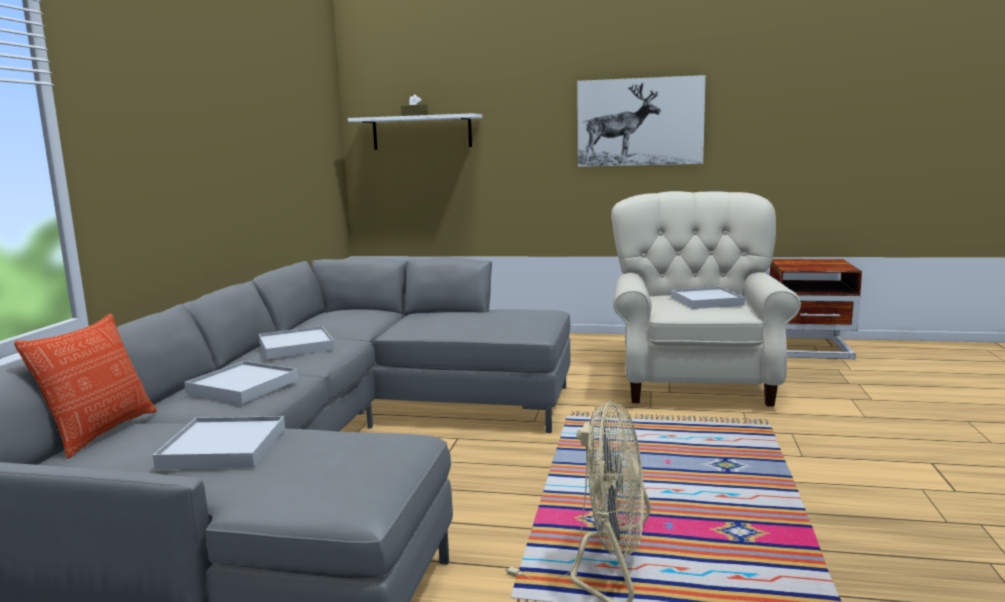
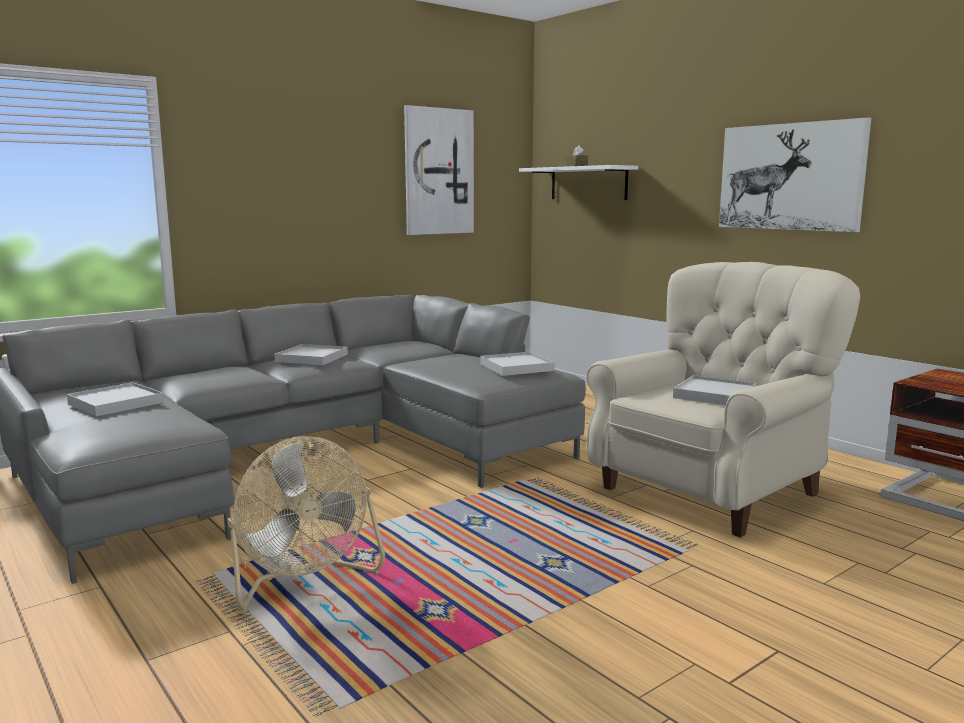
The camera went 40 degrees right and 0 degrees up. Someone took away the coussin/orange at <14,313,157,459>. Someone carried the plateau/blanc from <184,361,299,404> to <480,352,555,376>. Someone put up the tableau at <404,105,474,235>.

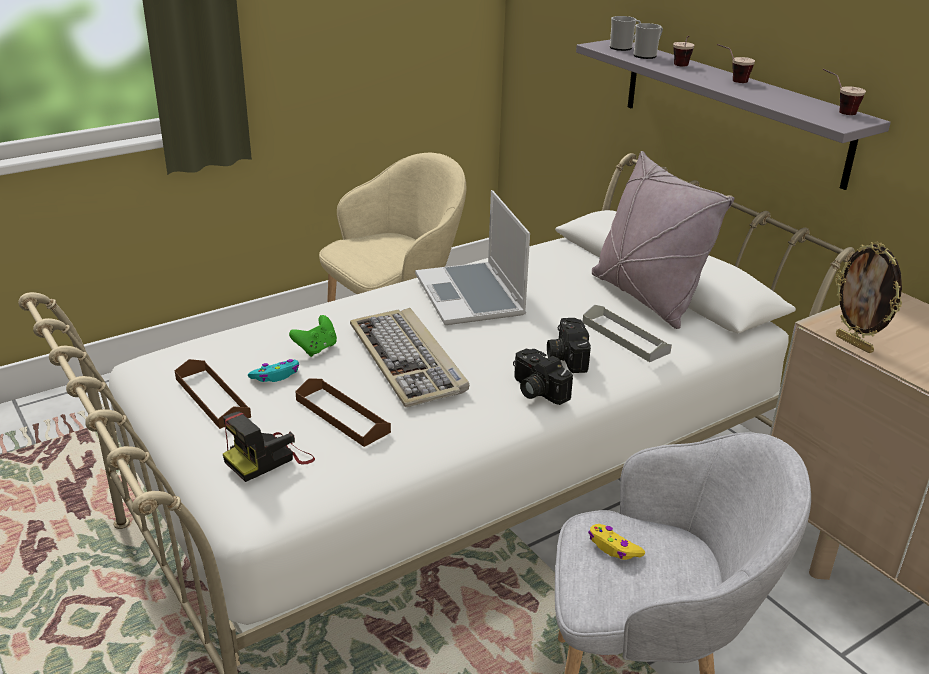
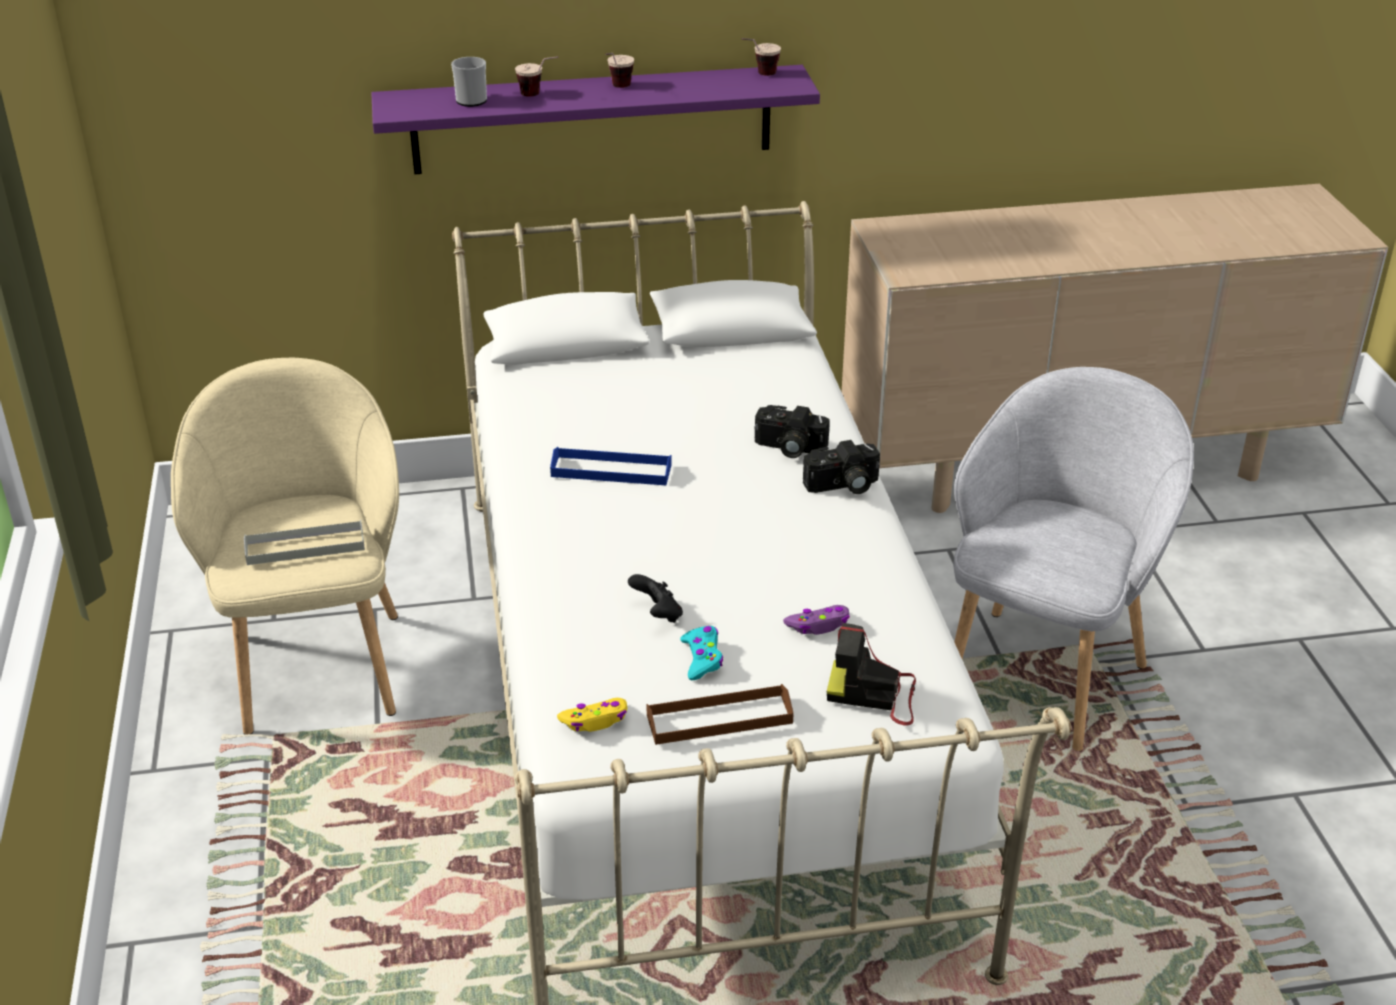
The camera went 65 degrees left and 5 degrees up. Someone rotated the appareil photo at <223,412,315,482> by 120 degrees clockwise. Someone repainted the manette/vert at <289,315,337,357>, which became the manette/noir at <628,574,683,623>. Someone swapped the plateau/marron at <295,378,391,447> for the manette/violet at <783,605,850,635>. Someone took away the clavier at <350,308,469,407>. Someone swapped the ordinateur portable at <415,190,530,325> for the plateau/bleu at <550,447,672,485>. Someone repainted the étagère/gris at <576,40,891,190>, which became the étagère/violet at <371,65,820,174>. Someone carried the plateau/gris from <583,305,672,362> to <244,520,365,565>. Someone carried the manette/jaune from <588,524,645,560> to <557,698,627,732>. Someone took away the coussin/violet at <592,151,735,329>. Someone took away the mug at <610,16,641,51>. Someone took away the cadre photo at <835,241,902,353>.

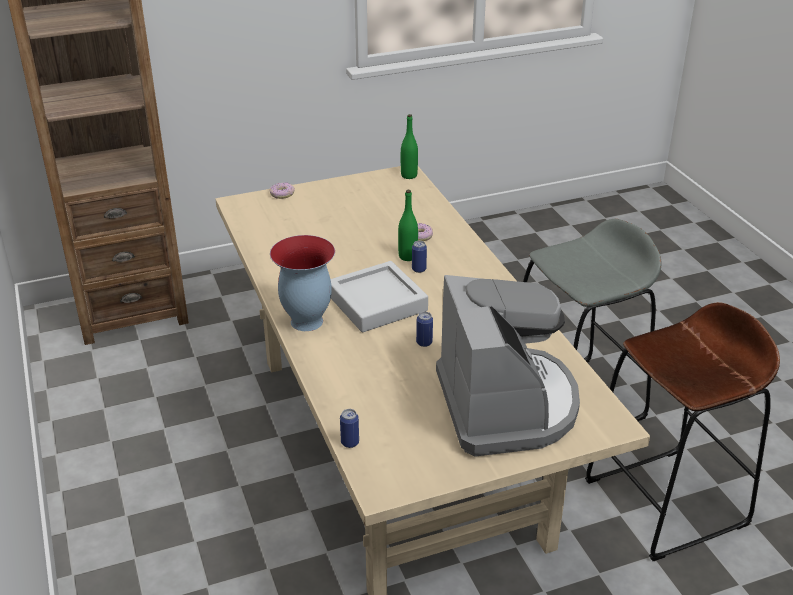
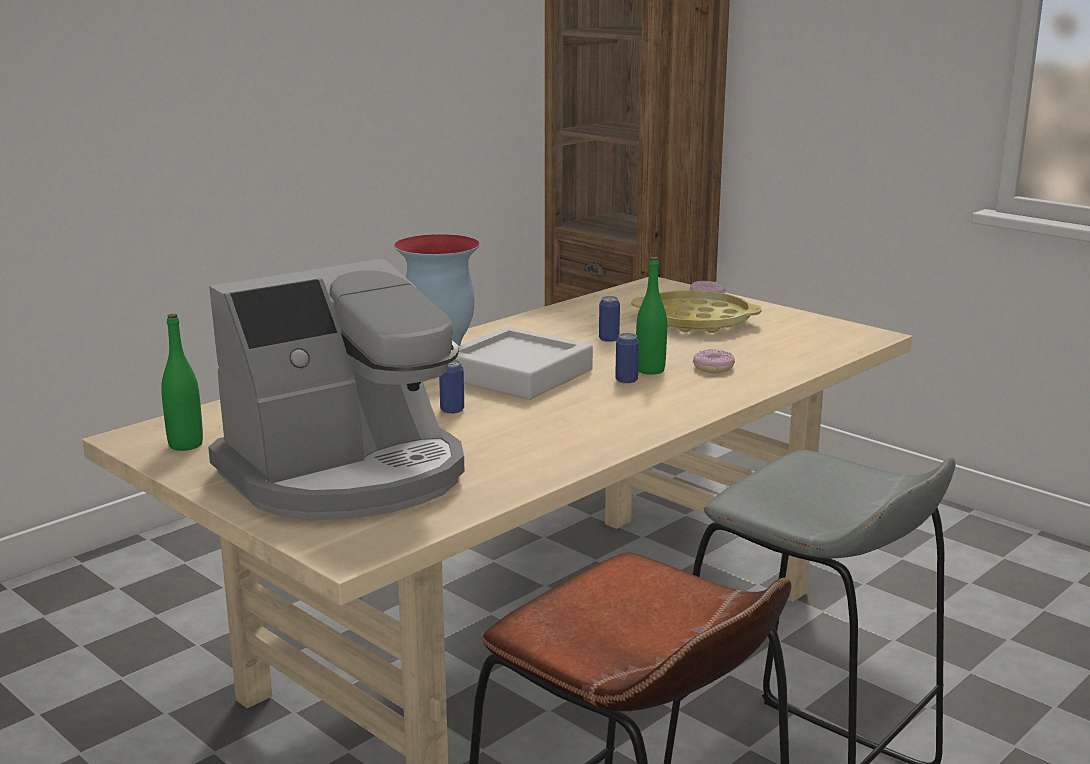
The camera went 65 degrees right and 15 degrees down. Someone carried the boîte métallique from <340,409,359,448> to <599,296,620,342>. Someone carried the bouteille/vert from <401,114,418,179> to <161,314,203,451>. Someone put down the plateau/jaune at <631,290,762,333>.

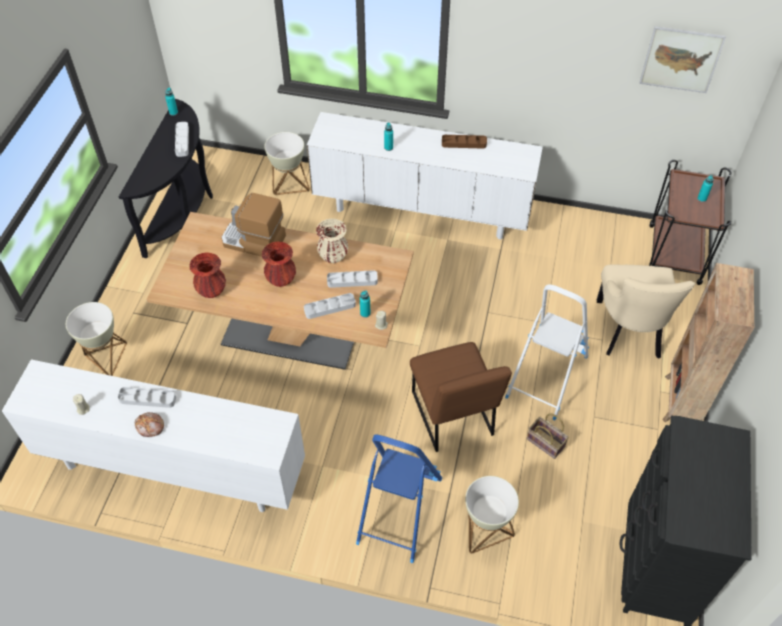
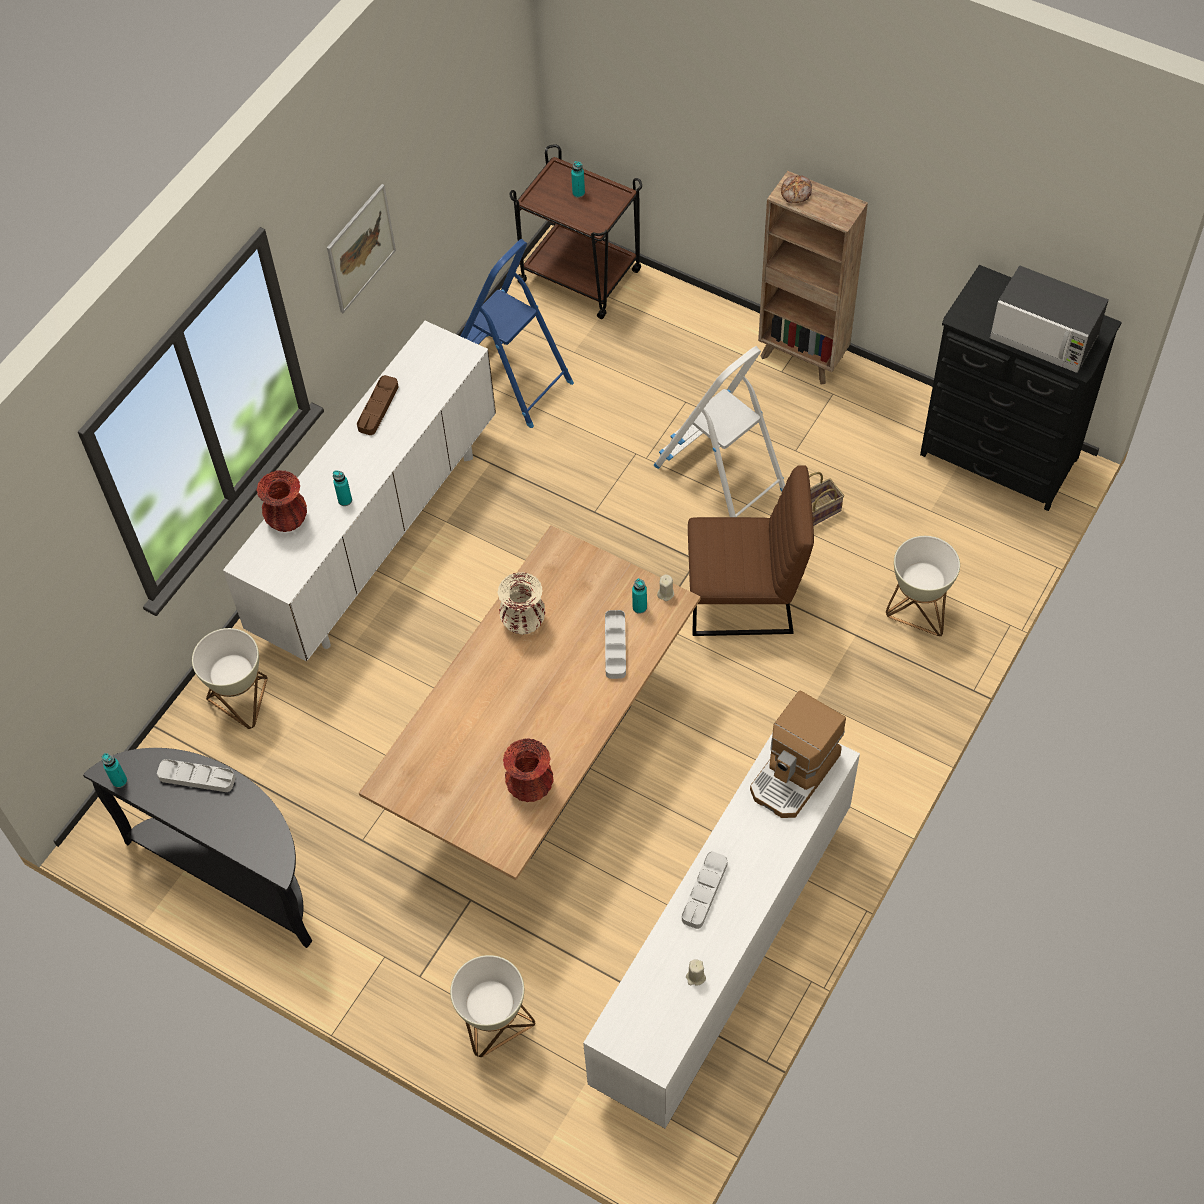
The camera went 70 degrees left and 5 degrees up. Someone carried the pain from <135,412,164,437> to <781,175,812,203>. Someone carried the machine à café from <221,193,286,257> to <750,691,846,818>. Someone carried the vase/rouge from <261,241,296,287> to <257,470,307,532>. Someone took away the plateau/gris at <327,270,378,288>. Someone carried the escabeau/bleu from <356,434,442,563> to <461,239,574,428>. Someone took away the chaise/beige at <597,264,695,359>. Someone carried the tableau from <639,26,726,93> to <327,184,396,313>. Someone put down the micro-ondes at <990,265,1109,373>.

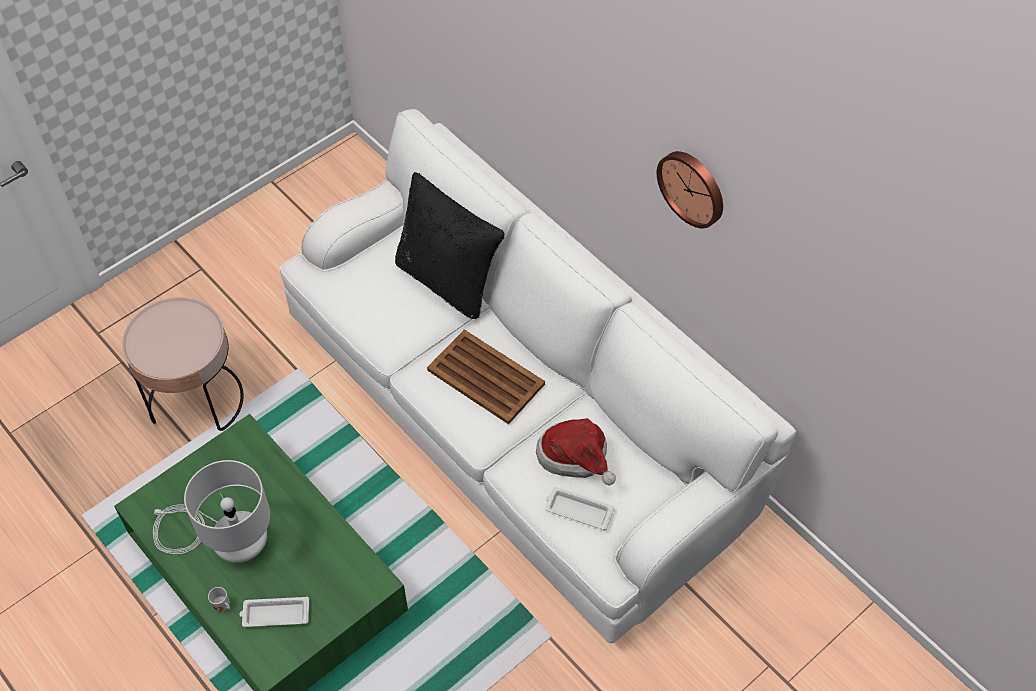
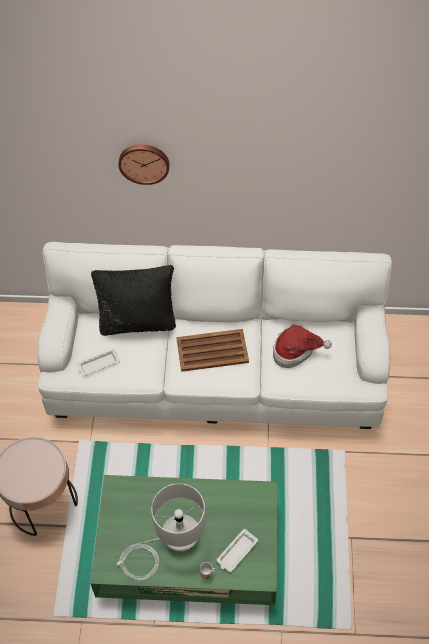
The camera went 45 degrees left and 0 degrees up. Someone carried the plateau/blanc from <545,487,614,530> to <77,348,120,376>. Someone carried the horloge murale from <657,151,723,228> to <118,144,170,185>.

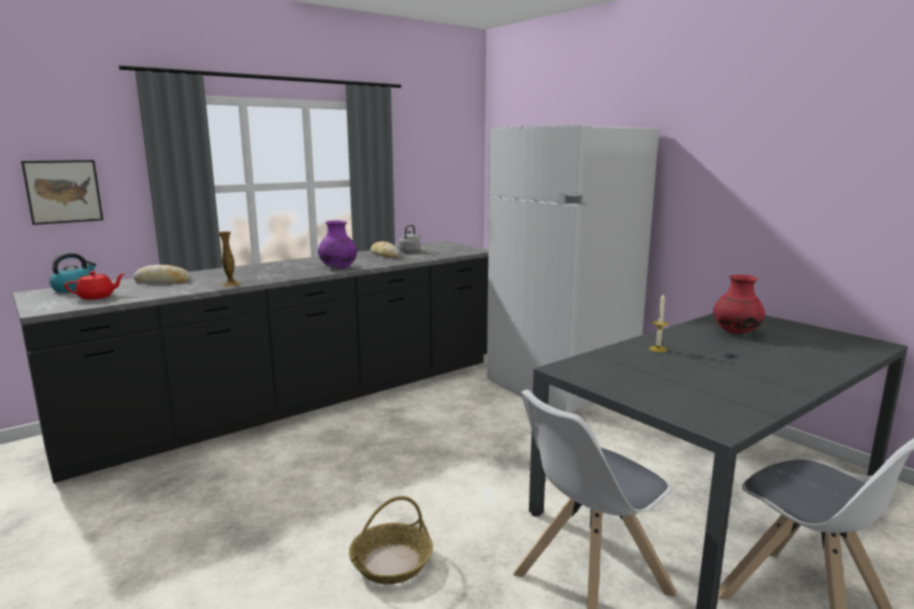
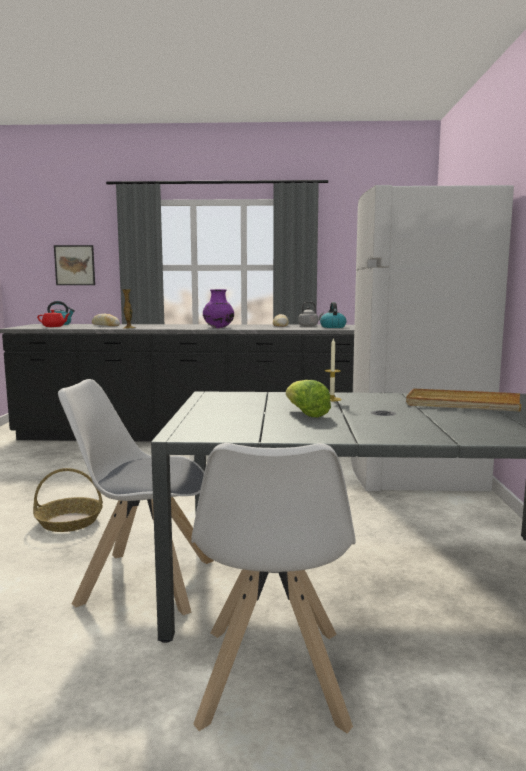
The camera went 40 degrees right and 5 degrees down. Someone swapped the vase/rouge at <713,275,765,334> for the plateau/beige at <406,388,521,411>. Someone put down the laitue at <286,380,331,417>. Someone put down the bouilloire at <320,302,347,328>.

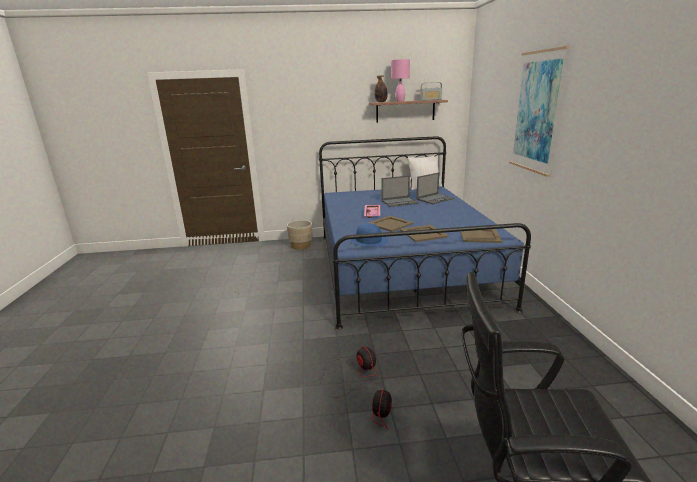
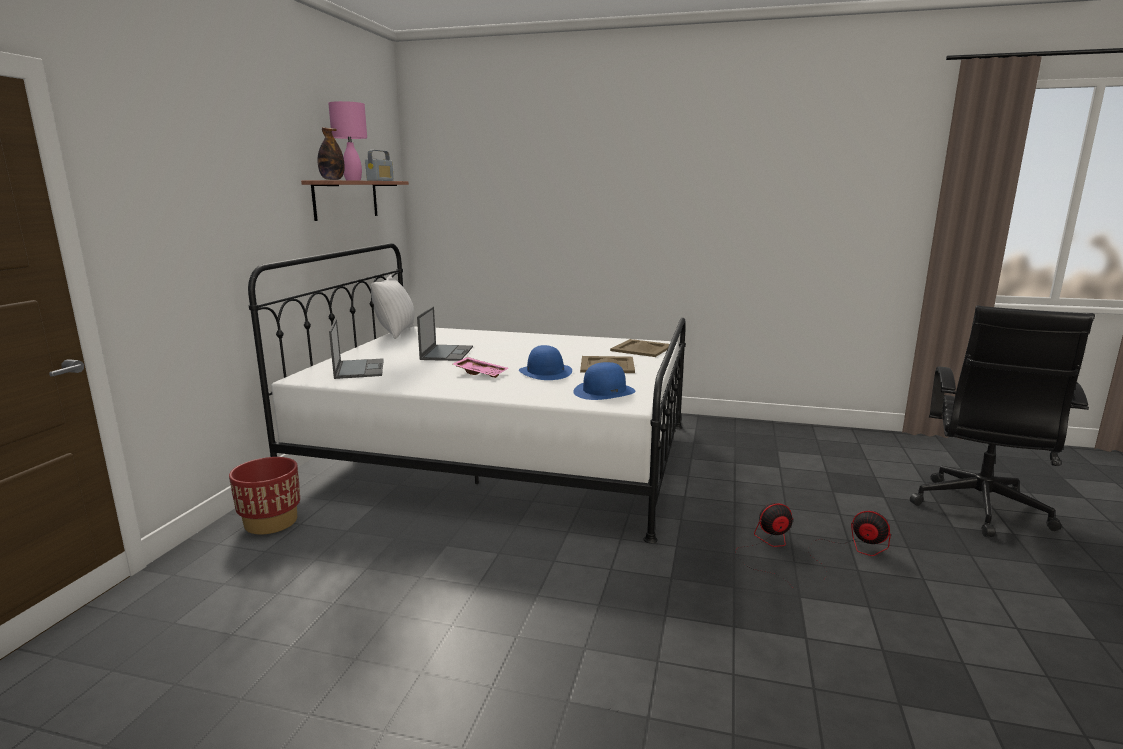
The camera went 70 degrees left and 5 degrees down. Someone repainted the cache-pot/beige at <287,220,312,250>, which became the cache-pot/rouge at <229,457,300,534>. Someone repainted the lit/bleu at <319,136,531,330>, which became the lit/blanc at <248,243,686,543>. Someone swapped the plateau/beige at <369,216,414,232> for the chapeau/bleu at <519,345,572,380>. Someone carried the ordinateur portable from <417,173,454,204> to <329,319,384,379>. Someone took away the tableau at <509,46,570,177>.

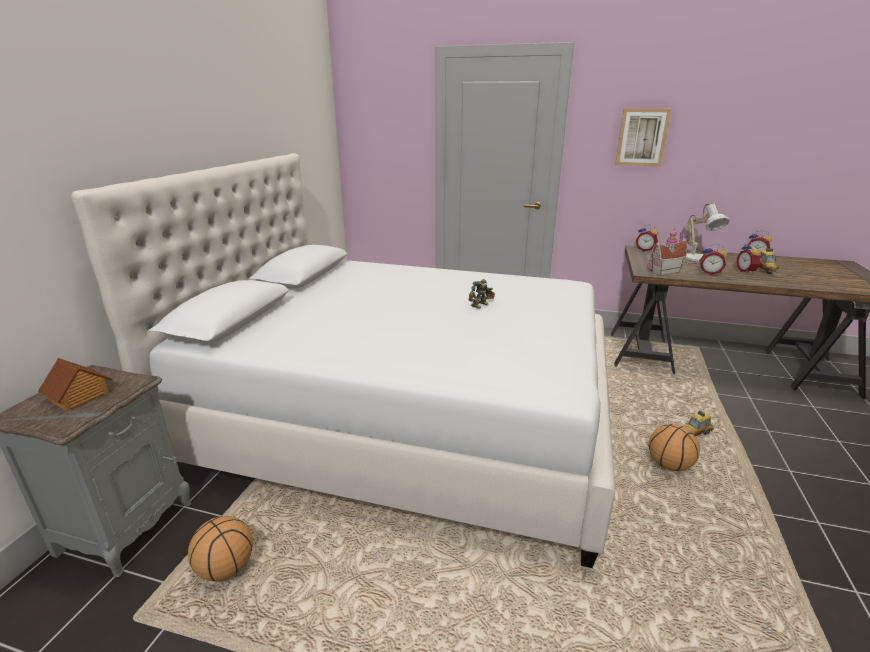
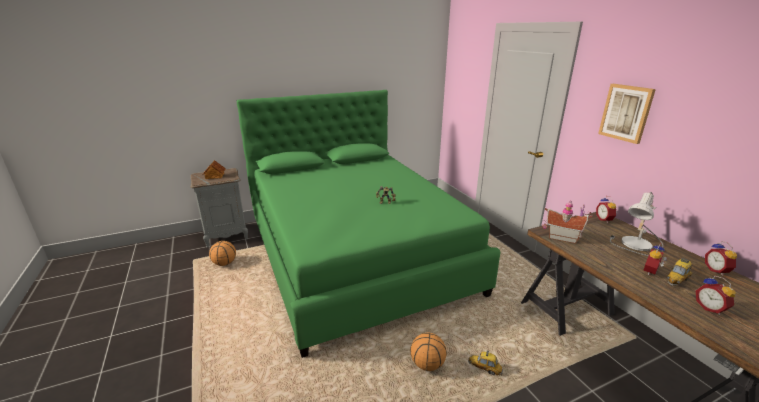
The camera went 50 degrees right and 0 degrees up. Someone repainted the lit/blanc at <71,153,615,568>, which became the lit/vert at <237,90,501,358>. Someone carried the réveil from <699,244,727,275> to <696,276,736,315>.

